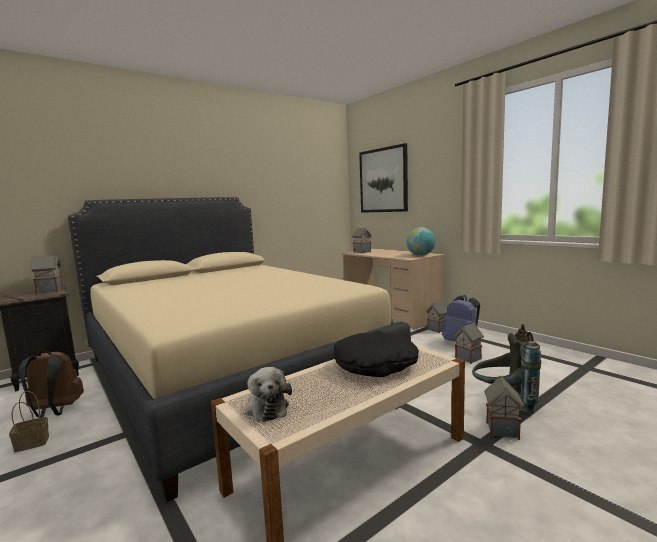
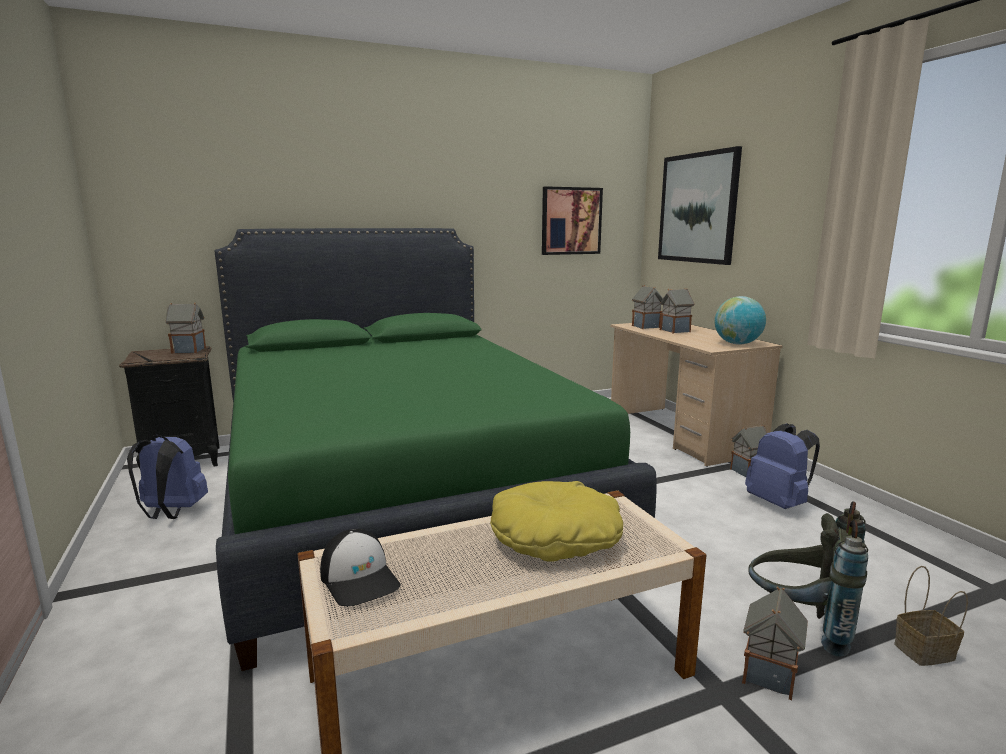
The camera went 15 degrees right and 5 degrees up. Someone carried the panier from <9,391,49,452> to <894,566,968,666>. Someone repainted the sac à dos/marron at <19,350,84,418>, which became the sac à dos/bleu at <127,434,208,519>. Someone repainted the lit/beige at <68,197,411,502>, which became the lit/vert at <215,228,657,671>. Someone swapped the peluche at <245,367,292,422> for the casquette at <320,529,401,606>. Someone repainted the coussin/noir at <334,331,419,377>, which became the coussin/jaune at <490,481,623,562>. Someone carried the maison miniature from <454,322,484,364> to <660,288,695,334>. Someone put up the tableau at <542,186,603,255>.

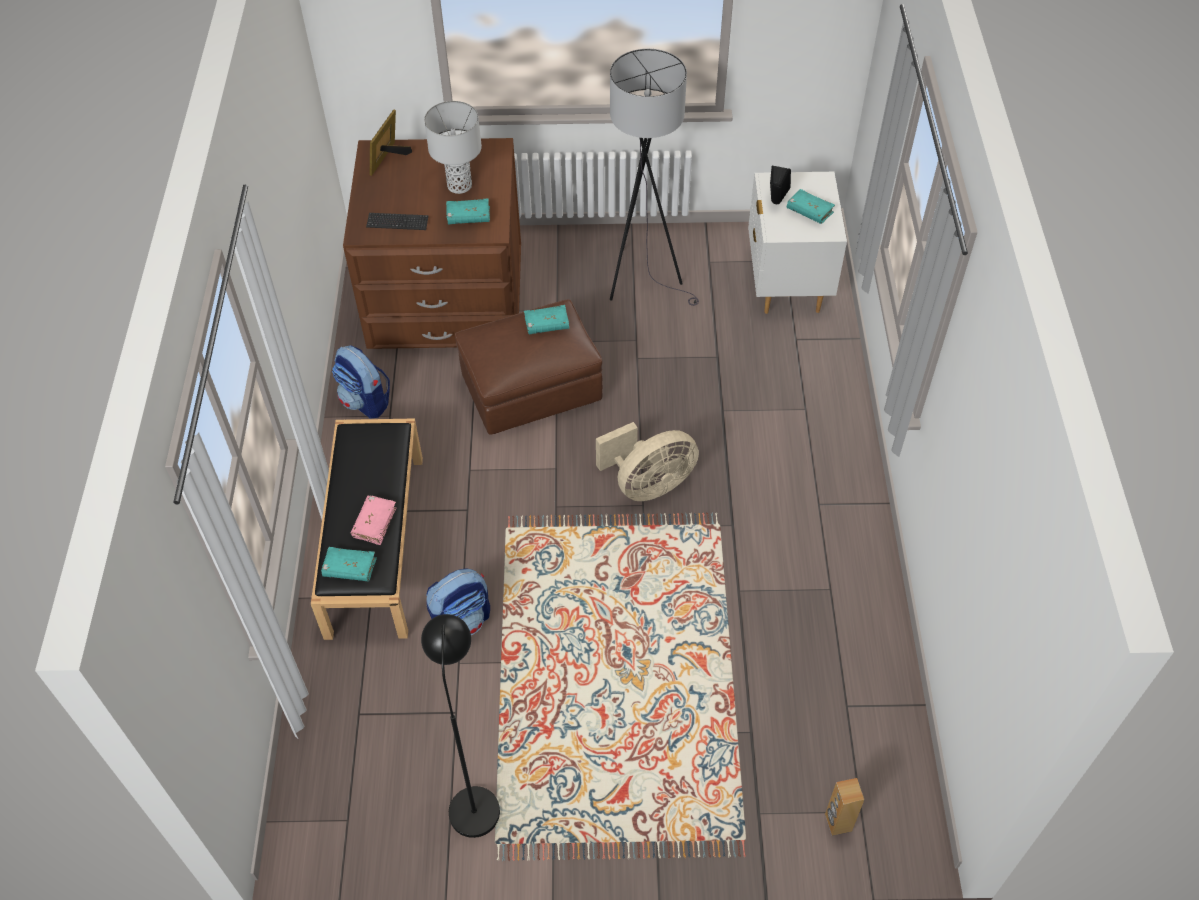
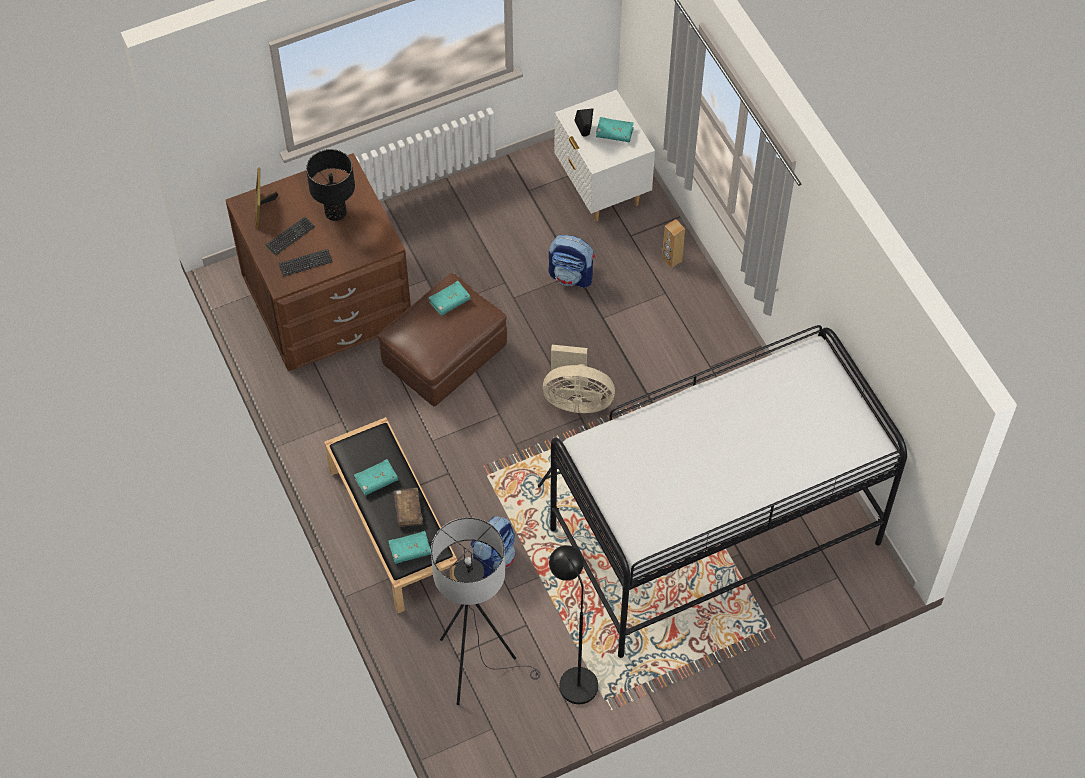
The camera went 25 degrees left and 5 degrees up. Someone carried the sac à dos from <332,345,390,419> to <549,235,595,288>. Someone repainted the livre/rose at <350,495,396,545>, which became the livre/marron at <393,488,423,527>. Someone repainted the lampe de table/blanc at <424,101,482,194>, which became the lampe de table/noir at <306,149,355,221>. Someone carried the livre/turquoise from <446,199,490,224> to <354,459,398,496>. Someone rotated the ventilateur/beige at <596,422,699,501> by 60 degrees clockwise. Someone carried the lampadaire/gris from <610,49,699,306> to <431,517,541,705>. Someone carried the enceinte/marron from <825,778,865,836> to <662,219,685,268>. Someone put down the clavier at <265,217,315,256>. Someone put down the lit/noir at <538,325,907,658>.

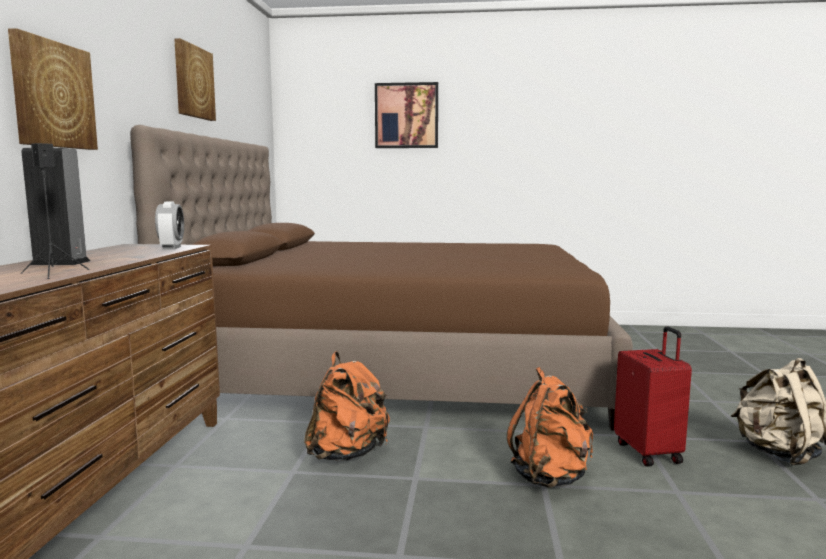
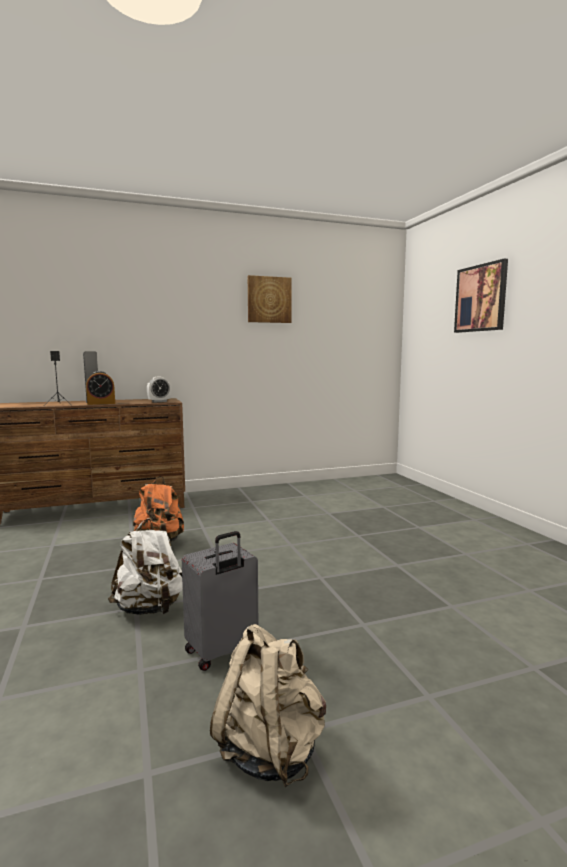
The camera went 65 degrees right and 0 degrees up. Someone took away the tableau at <8,28,98,150>. Someone took away the lit/marron at <130,125,633,431>. Someone repainted the sac à dos/orange at <507,367,593,488>, which became the sac à dos/blanc at <108,519,183,615>. Someone repainted the valise/rouge at <614,326,692,466>, which became the valise/gris at <182,531,258,671>. Someone put down the réveil at <86,371,115,405>.

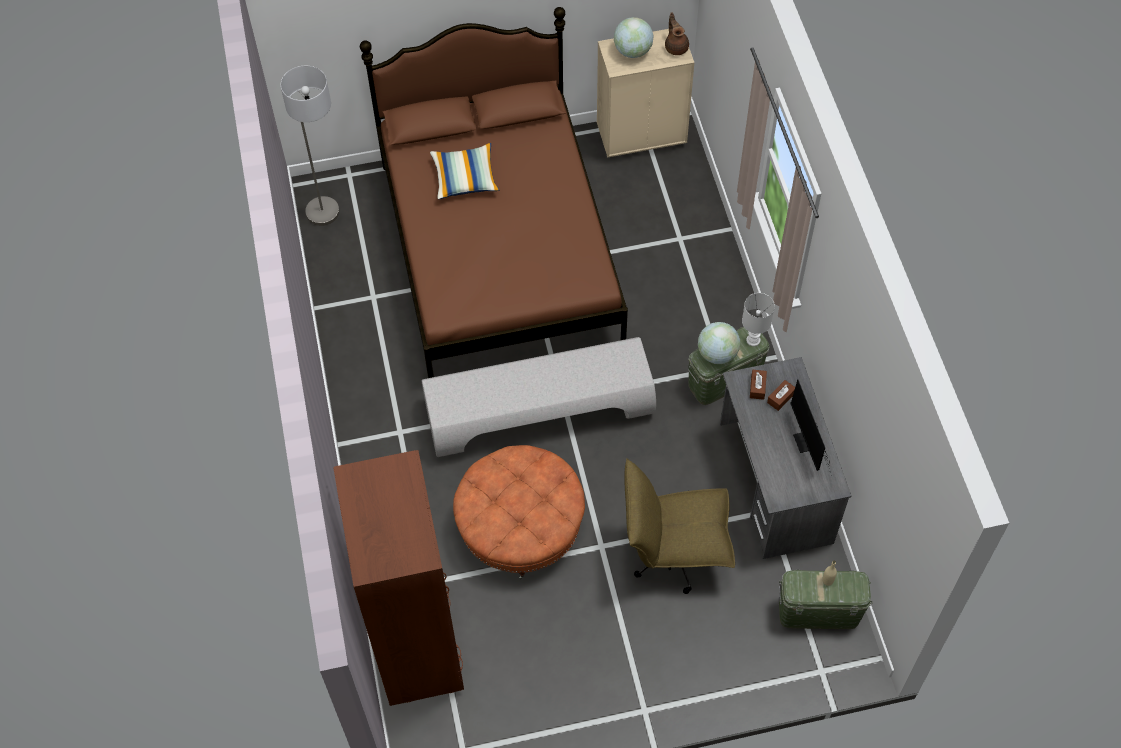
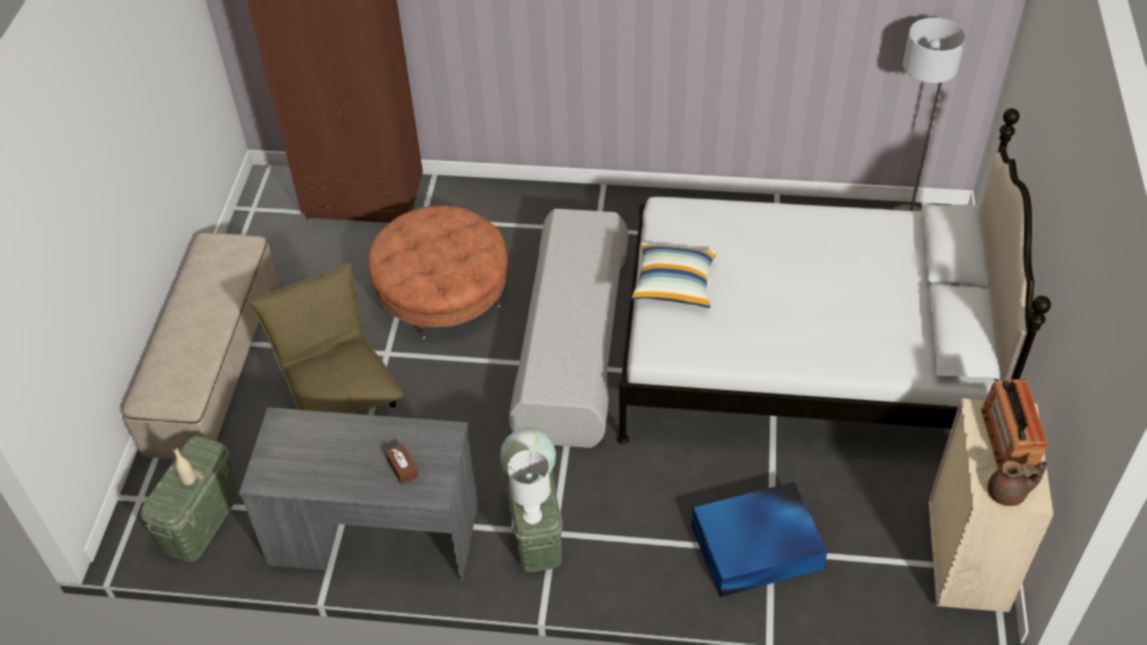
The camera went 110 degrees right and 10 degrees down. Someone repainted the lit/marron at <360,7,628,378>, which became the lit/blanc at <617,108,1051,444>. Someone carried the coussin from <430,143,499,199> to <631,242,718,308>. Someone swapped the globe at <614,17,653,58> for the radio at <981,379,1047,470>. Someone rotated the chaise de bureau/beige at <625,458,735,594> by 45 degrees counterclockwise. Someone took away the boîte à mouchoirs/marron at <750,370,767,400>. Someone took away the écran d'ordinateur at <790,379,830,471>. Someone put down the banc/beige at <122,233,279,459>. Someone put down the boîte de rangement/bleu at <691,482,828,597>.

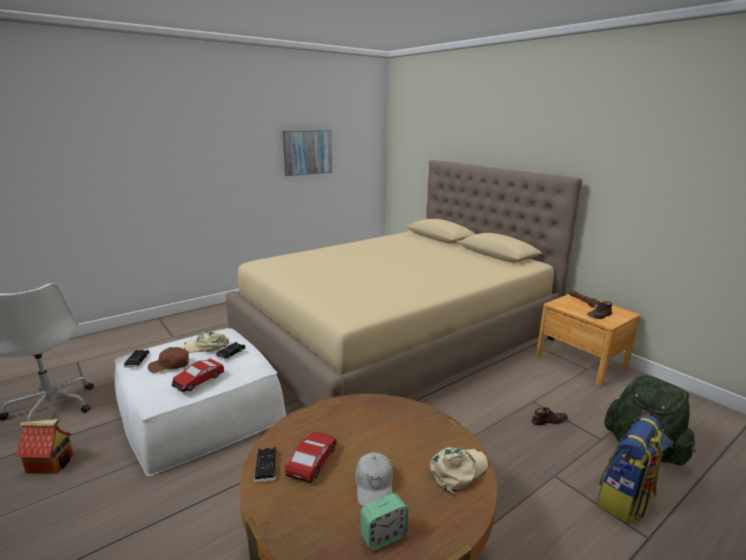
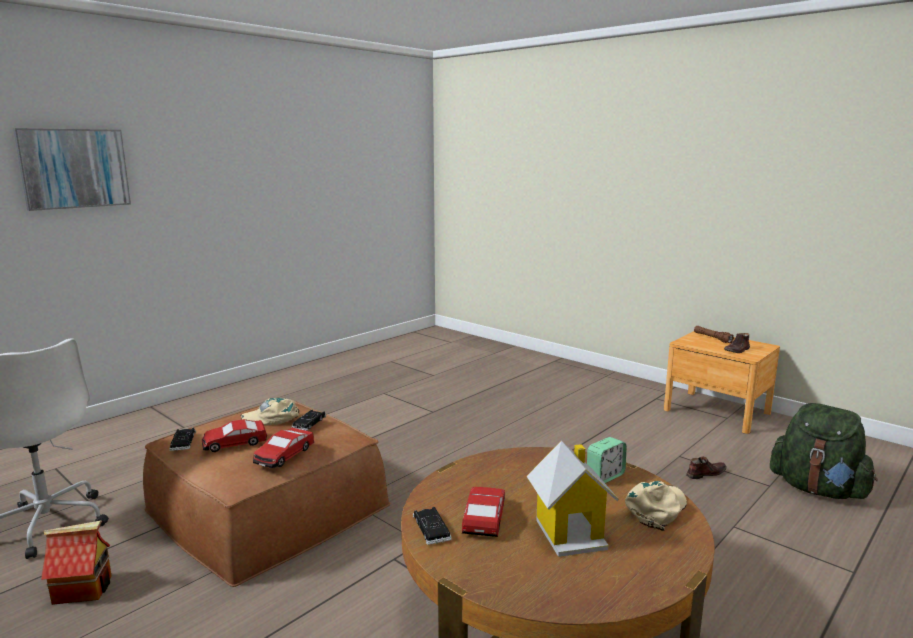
The camera went 10 degrees left and 5 degrees down. Someone repainted the pouf/blanc at <115,328,286,477>, which became the pouf/marron at <143,401,390,587>. Someone swapped the casquette/marron at <148,347,189,373> for the petite voiture at <202,419,267,452>. Someone took away the lit/beige at <226,160,583,406>. Someone carried the tableau from <283,130,332,176> to <13,128,131,211>. Someone swapped the casquette/blanc at <355,452,393,506> for the maison miniature at <527,441,619,557>. Someone carried the réveil from <360,493,408,551> to <587,437,627,483>. Someone took away the sac à dos at <597,415,663,524>.

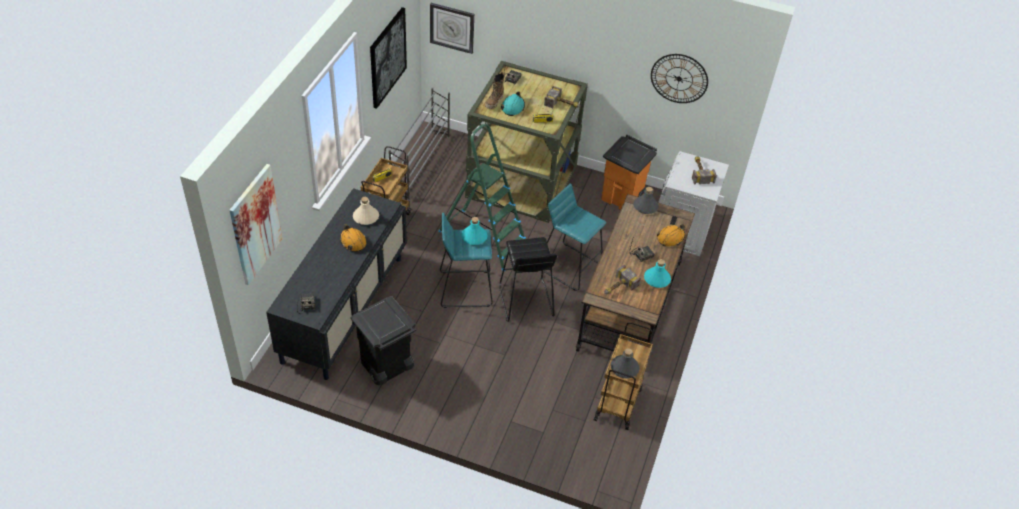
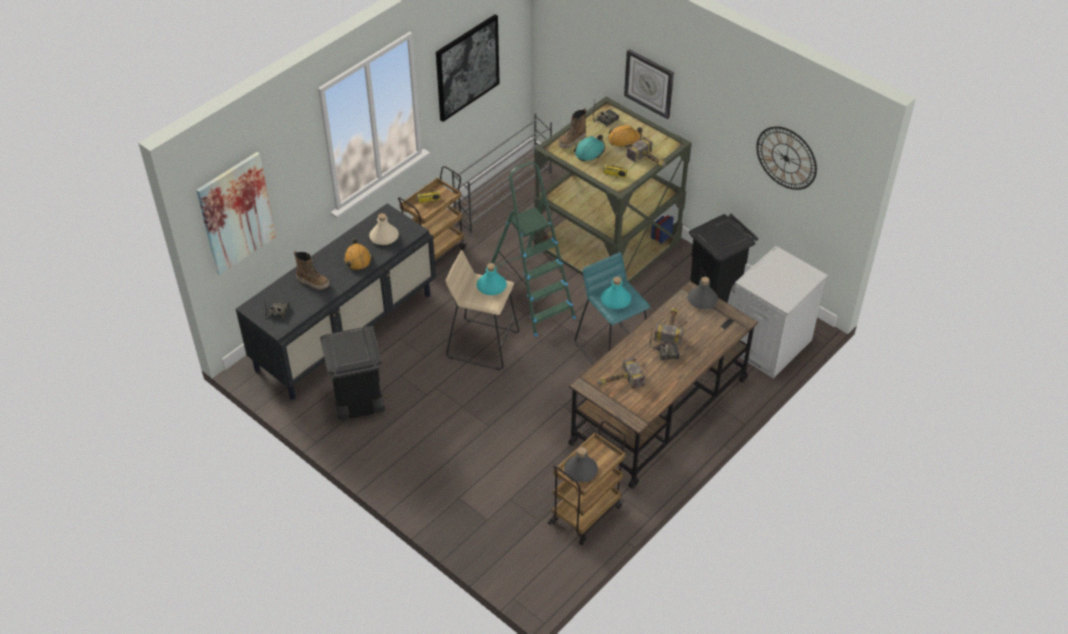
The camera went 25 degrees right and 0 degrees up. Someone carried the horloge murale from <430,3,474,54> to <624,49,674,119>. Someone repainted the tabouret/turquoise at <440,212,493,308>, which became the tabouret/beige at <445,250,519,370>. Someone took away the tabouret/noir at <499,237,557,322>. Someone repainted the poubelle/orange at <601,135,657,210>, which became the poubelle/noir at <689,214,758,302>. Someone carried the bouteille/turquoise from <644,259,671,288> to <601,277,631,309>. Someone carried the casque de chantier/orange from <657,224,685,246> to <608,125,643,147>. Someone carried the marteau from <692,156,717,185> to <654,307,683,345>. Someone put down the botte at <294,251,330,290>.

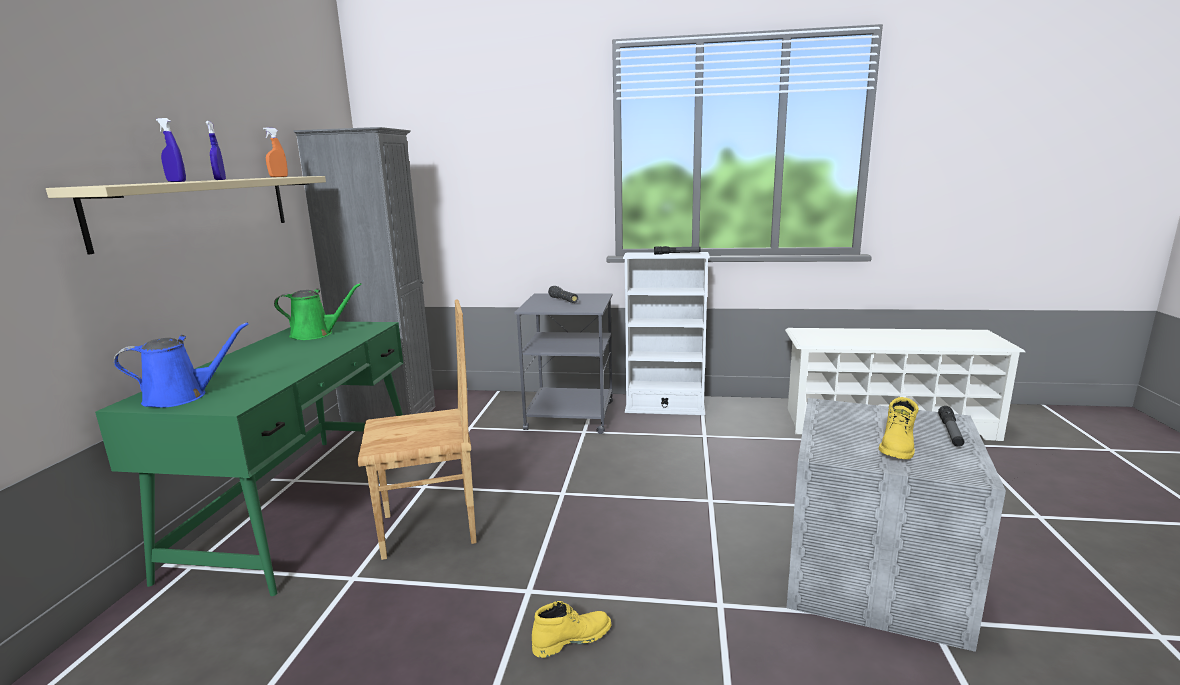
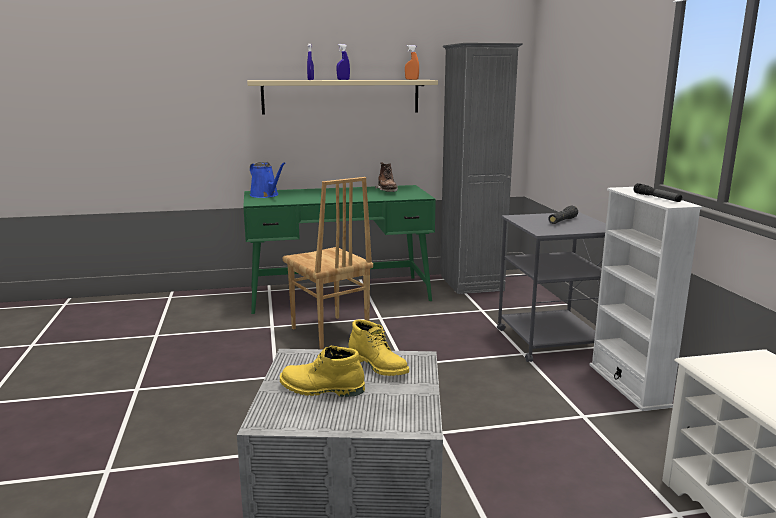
The camera went 70 degrees right and 0 degrees up. Someone swapped the arrosoir/vert at <274,283,362,340> for the botte/marron at <375,162,398,192>. Someone carried the botte/jaune from <532,601,611,658> to <349,319,409,376>. Someone took away the lampe de poche at <938,406,964,447>.

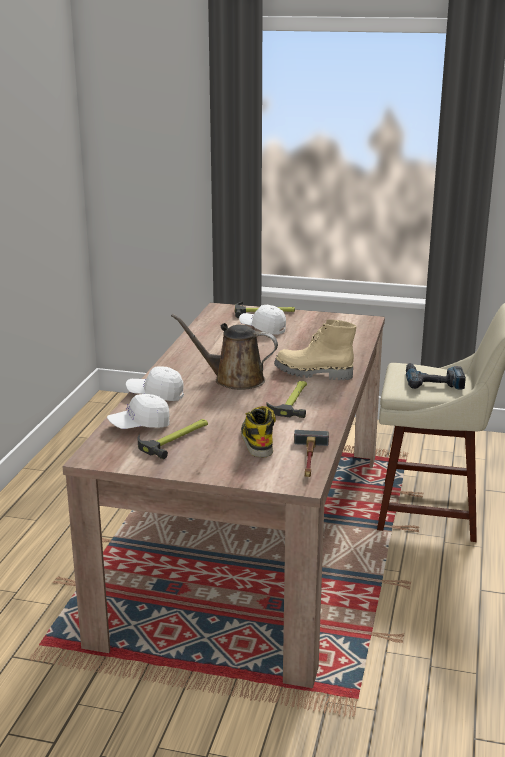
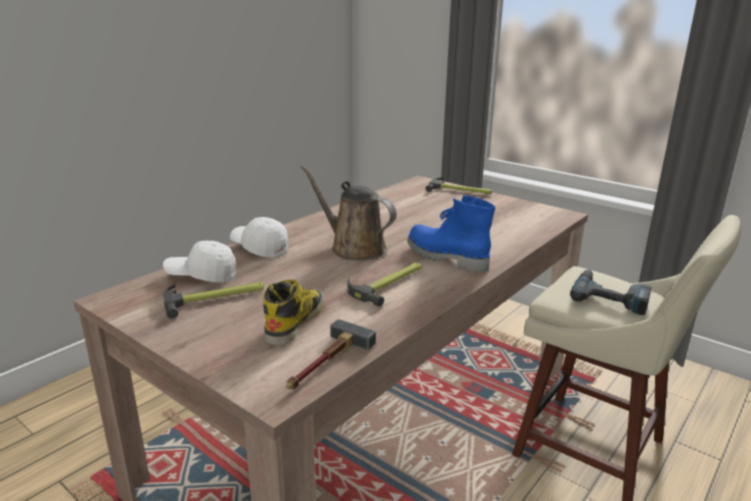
The camera went 25 degrees right and 0 degrees up. Someone took away the casquette/blanc at <239,305,286,335>. Someone repainted the botte/beige at <274,320,356,380>, which became the botte/bleu at <407,195,495,273>.

